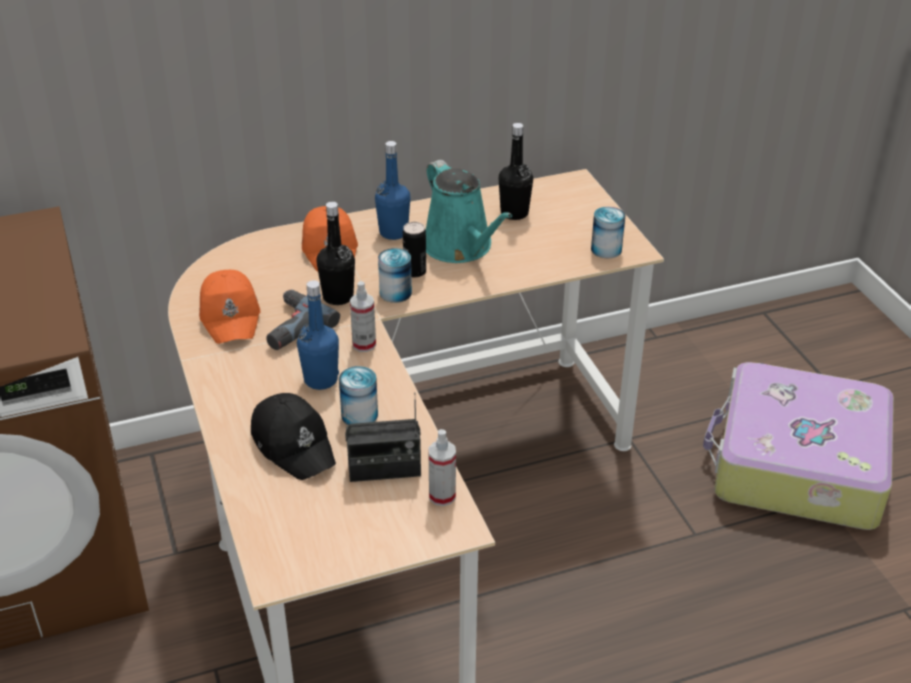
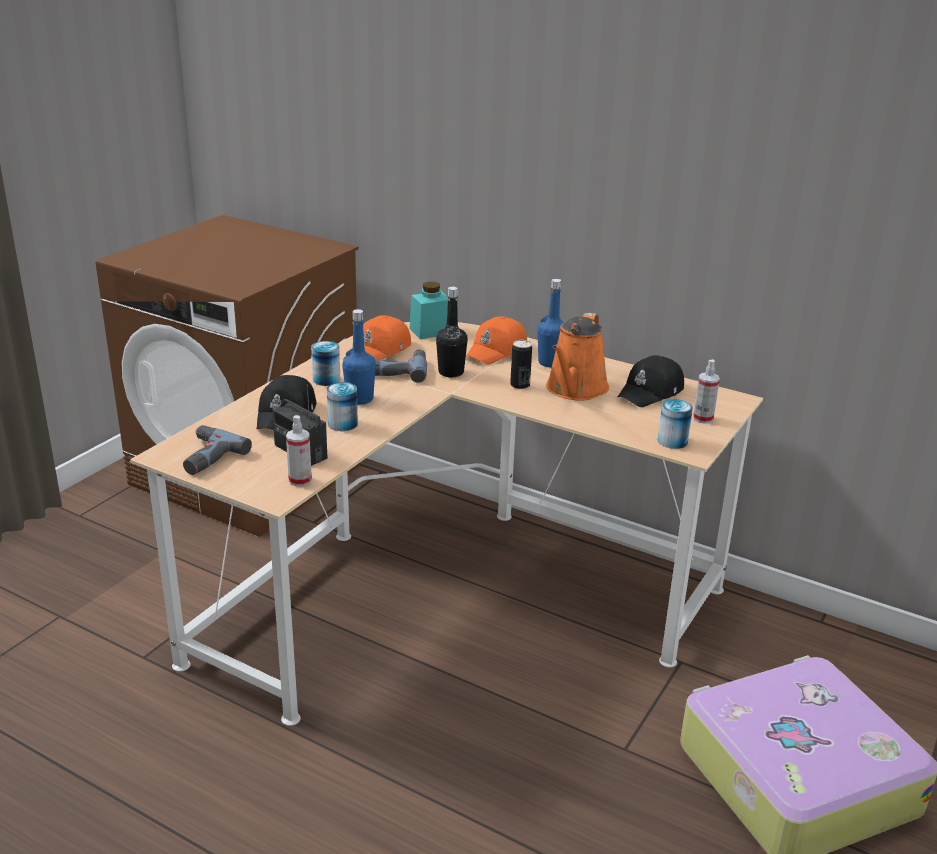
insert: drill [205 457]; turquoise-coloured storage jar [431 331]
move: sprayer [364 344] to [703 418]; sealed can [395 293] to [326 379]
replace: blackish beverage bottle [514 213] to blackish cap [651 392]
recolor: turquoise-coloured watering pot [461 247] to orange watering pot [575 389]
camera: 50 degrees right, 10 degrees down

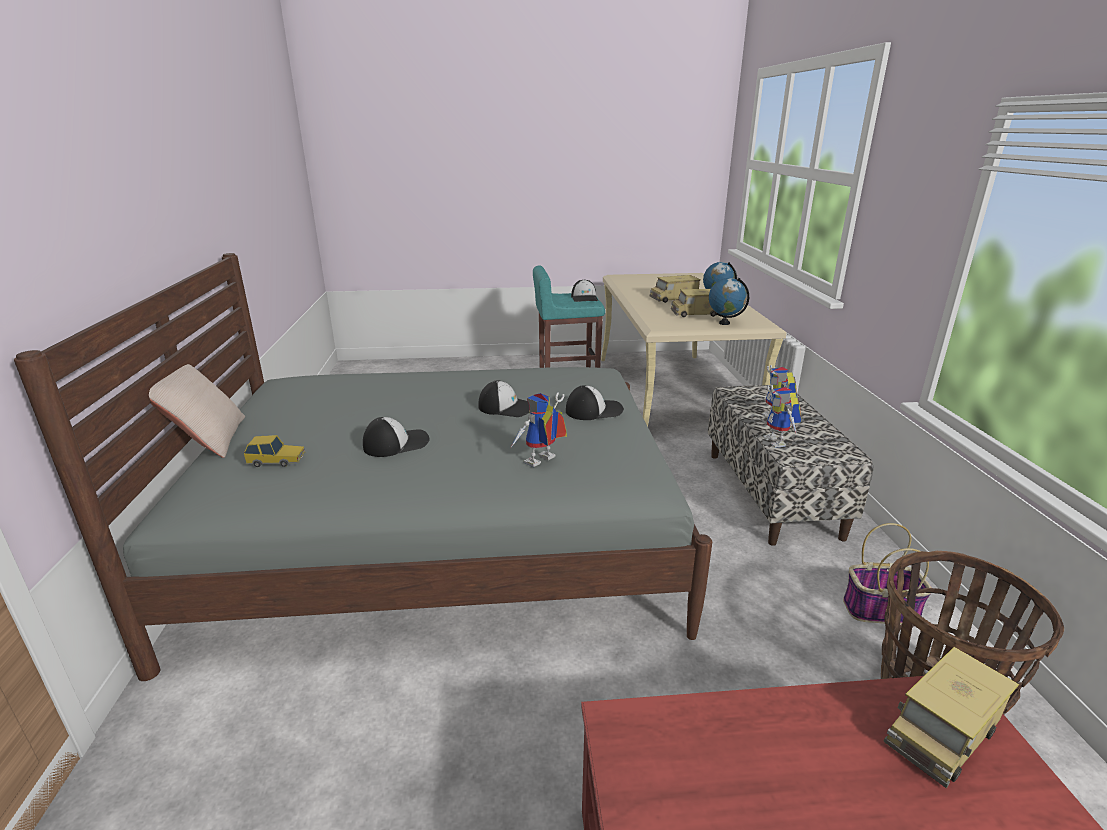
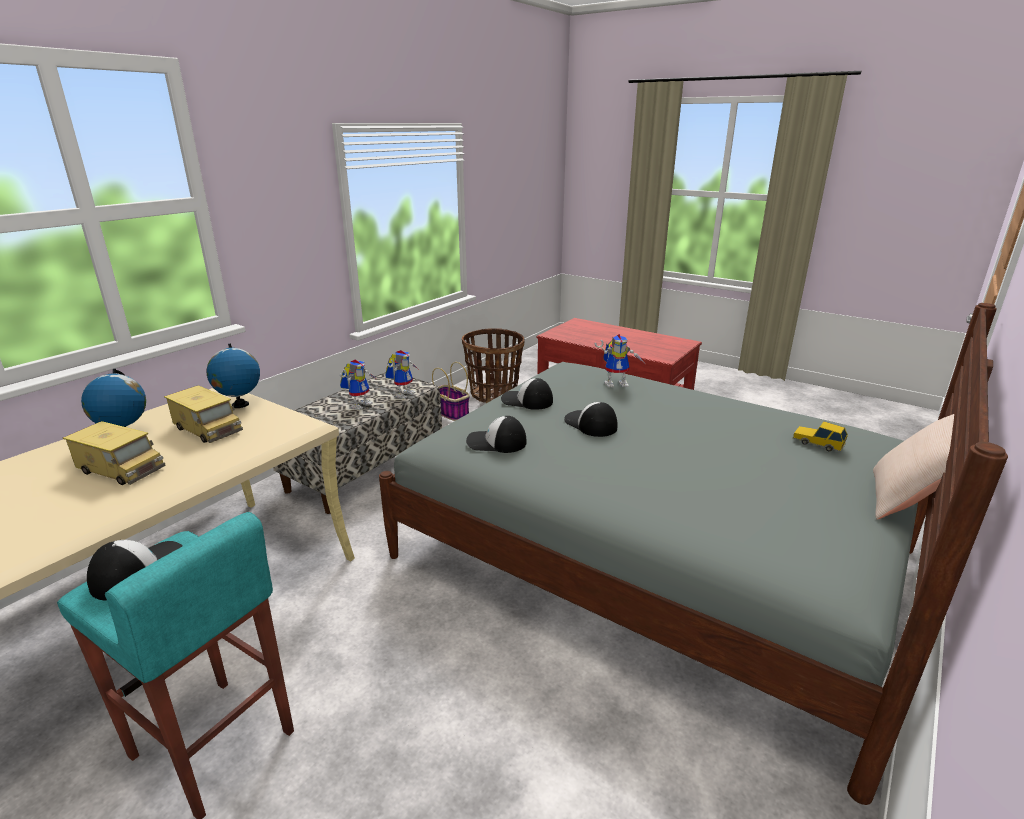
delete: toy lorry [943 734]
move: cap [396 443] to [496 442]
camera: 140 degrees left, 0 degrees up

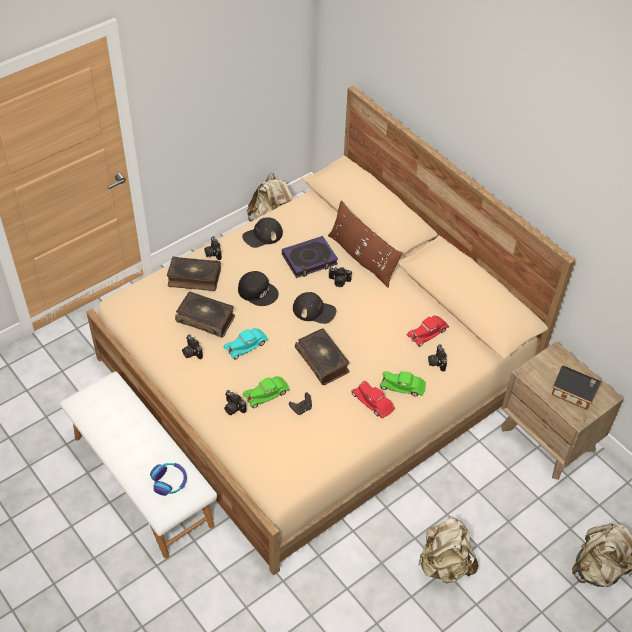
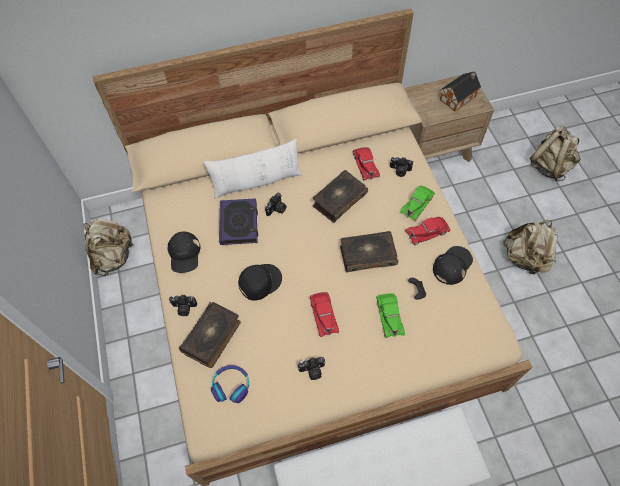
delete: still camera [233 408]
move: pair of headphones [169 481] to [231 385]; bound book [206 319] to [339 200]; blackish cap [314 310] to [452 265]
recolor: turquoise-coloured miniature car [246 345] to red-coloured miniature car [323 315]; brown-coloured throw pillow [362 258] to white-coloured throw pillow [257 181]
camera: 65 degrees left, 10 degrees up

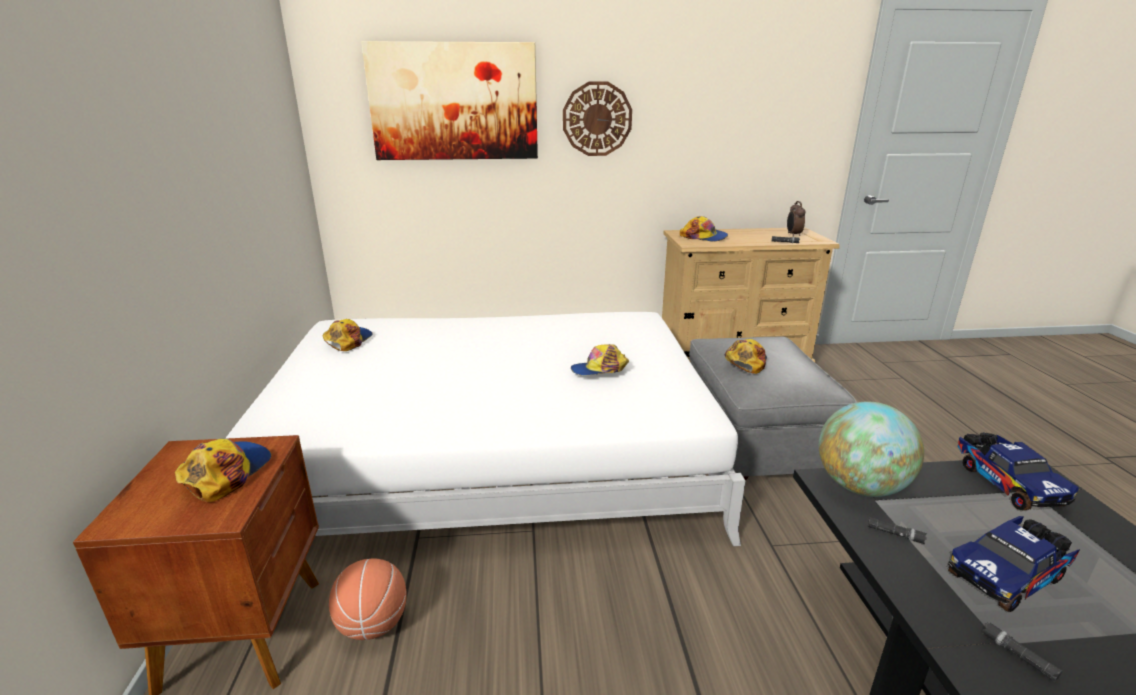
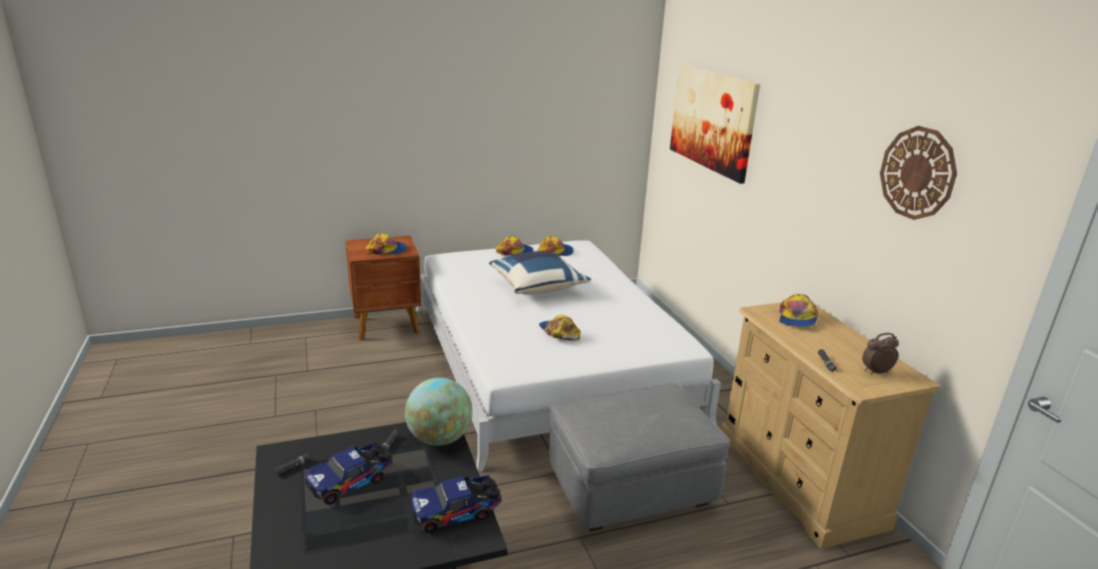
delete: basketball ball [373 624]
insert: bluish throw pillow [537 286]
move: wall clock [597 119] to [917 173]; cap [746 361] to [515 252]
rotate: toy lorry [1008 575] = [352 482] 90 degrees counterclockwise
camera: 75 degrees right, 0 degrees up

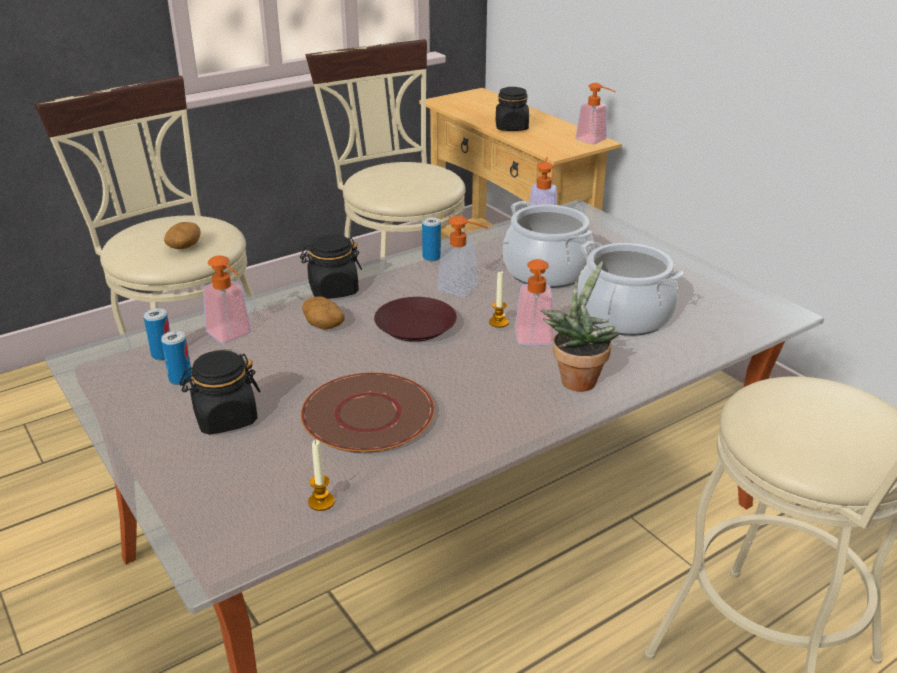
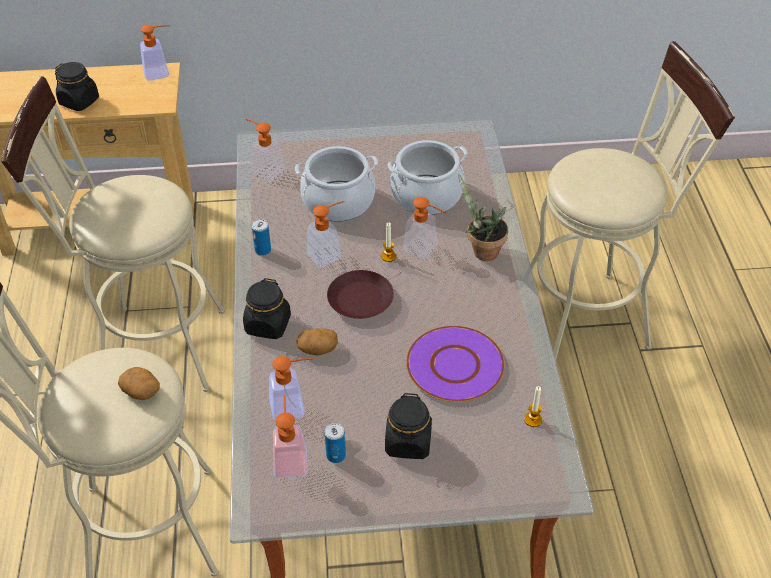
replace: sealed can [163 355] to liquid soap bottle [290 458]
recolor: brown-coloured plate [368 415] to purple plate [455 365]
camera: 60 degrees left, 15 degrees up

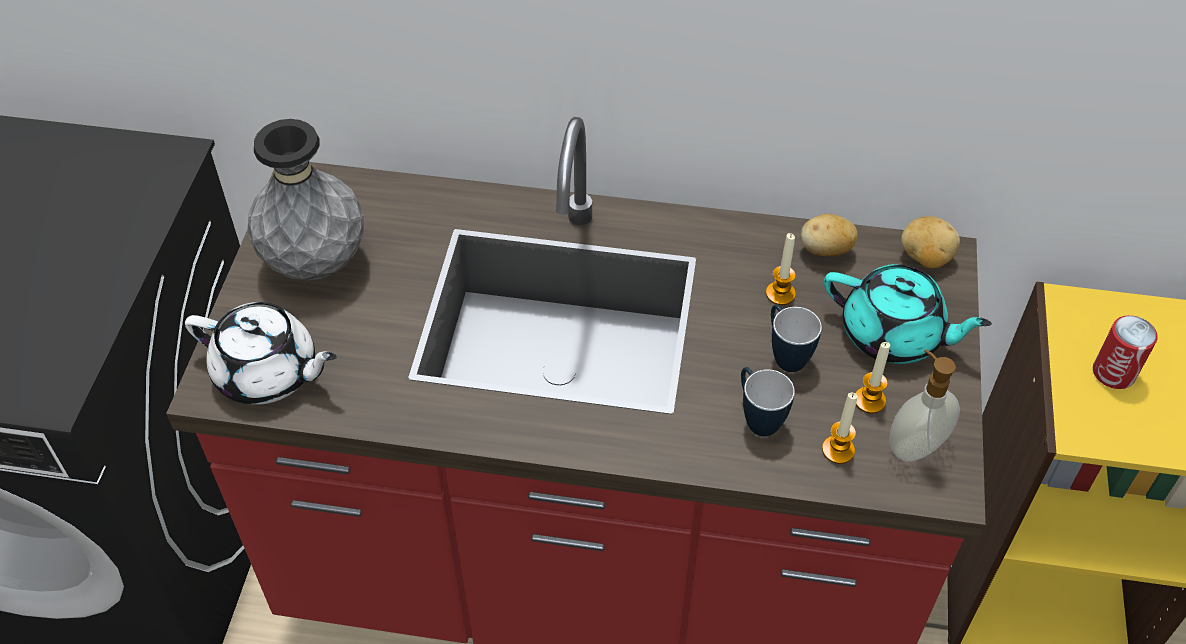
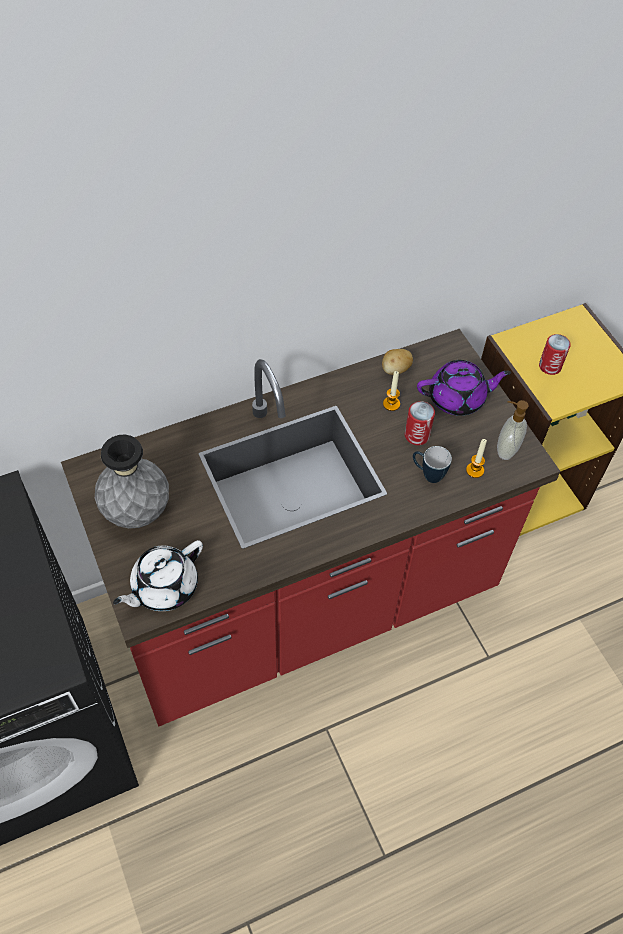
delete: wax candle [869 400]; potato [925 258]
replace: mug [785 355] to sealed can [417 435]
recolor: turquoise-coloured pot for tea [893 335] to purple pot for tea [458 398]
rotate: white-coloured pot for tea [268 373] = [163 587] 150 degrees clockwise
camera: 35 degrees left, 5 degrees up

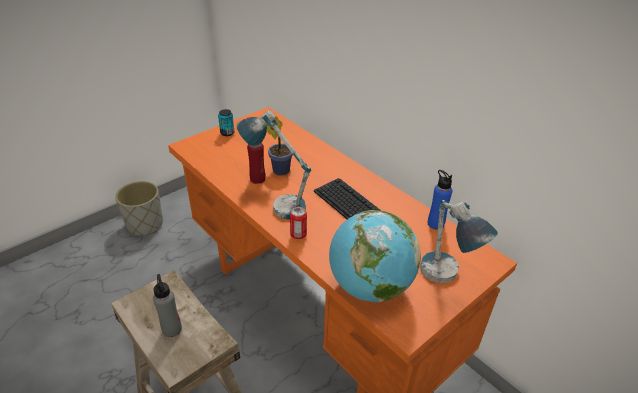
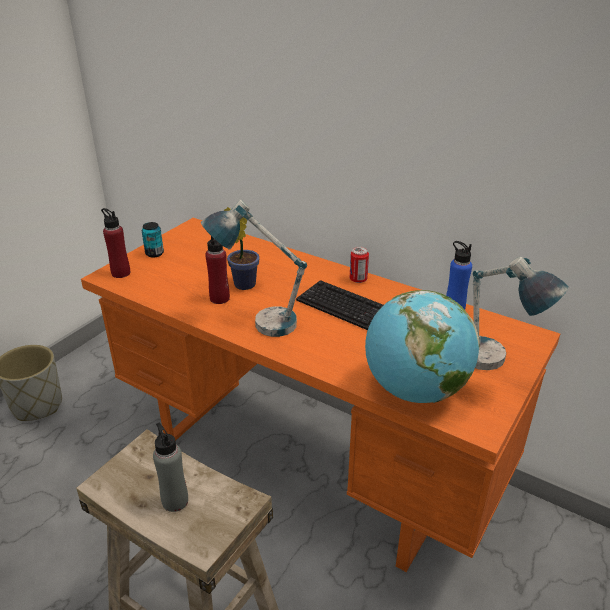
insert: red-coloured beverage bottle [121 273]
move: sealed can [298 235] to [358 279]
camera: 15 degrees left, 5 degrees down

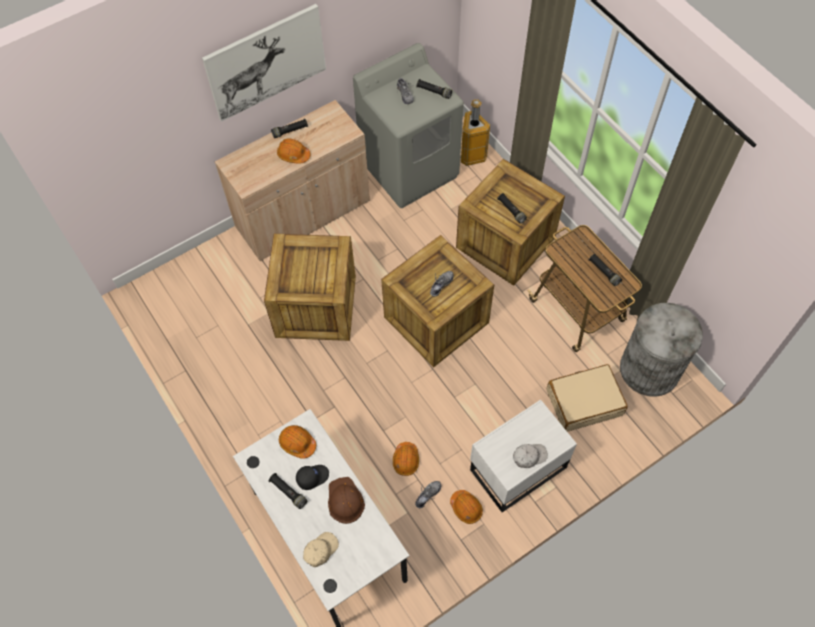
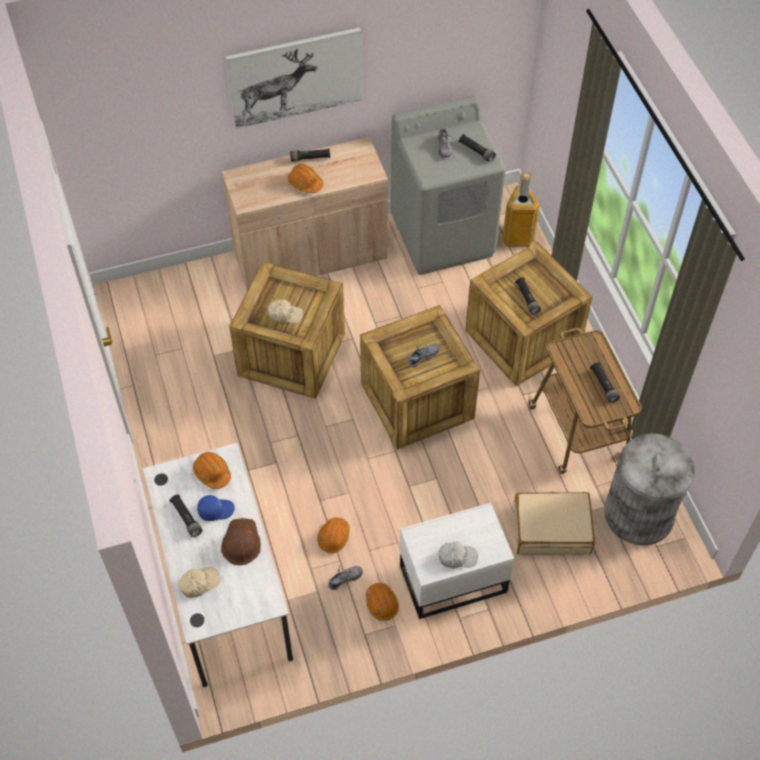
insert: beige-coloured cap [285 314]
recolor: blackish cap [312 477] to bluish cap [216 510]
camera: 15 degrees right, 5 degrees down

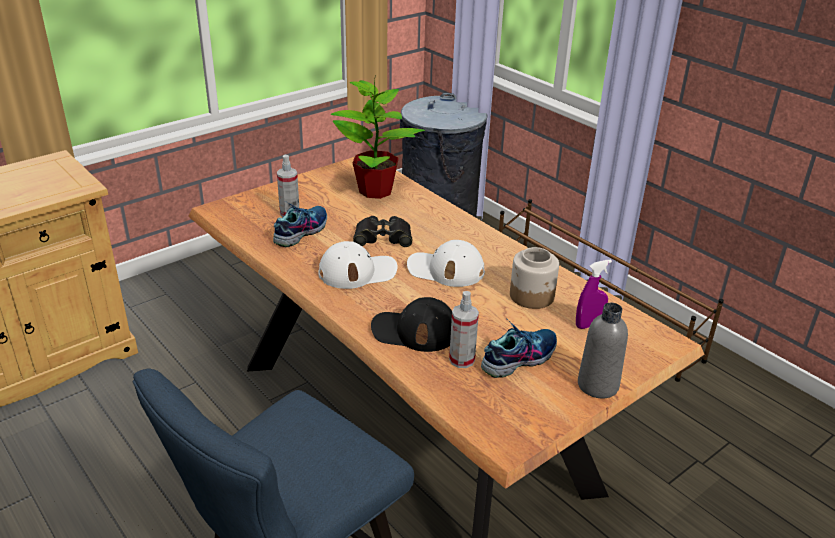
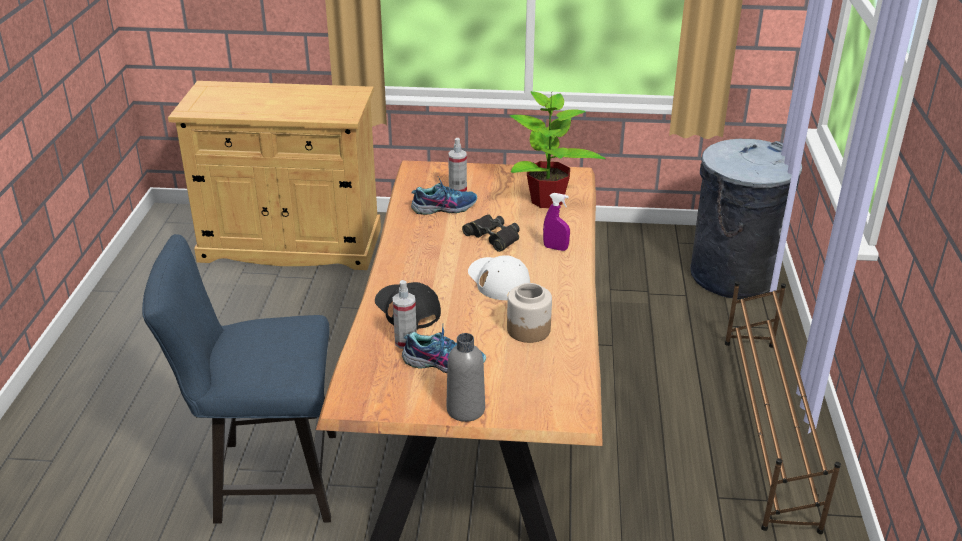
delete: white-coloured cap [358 271]
move: purple sprayer [589 325] to [555 248]
camera: 45 degrees right, 0 degrees up

